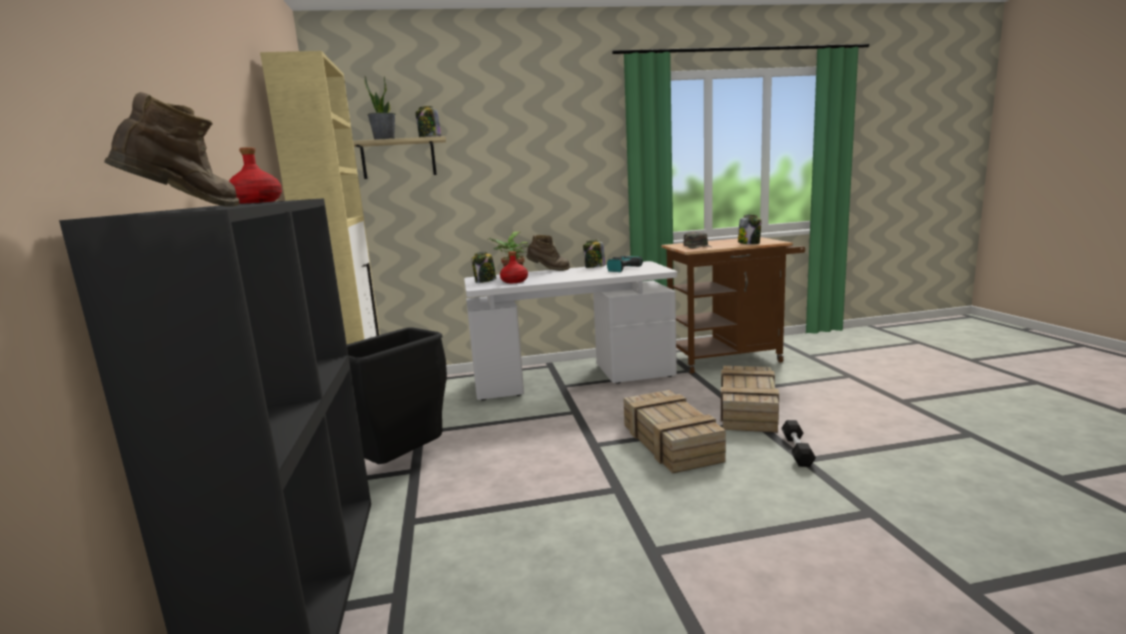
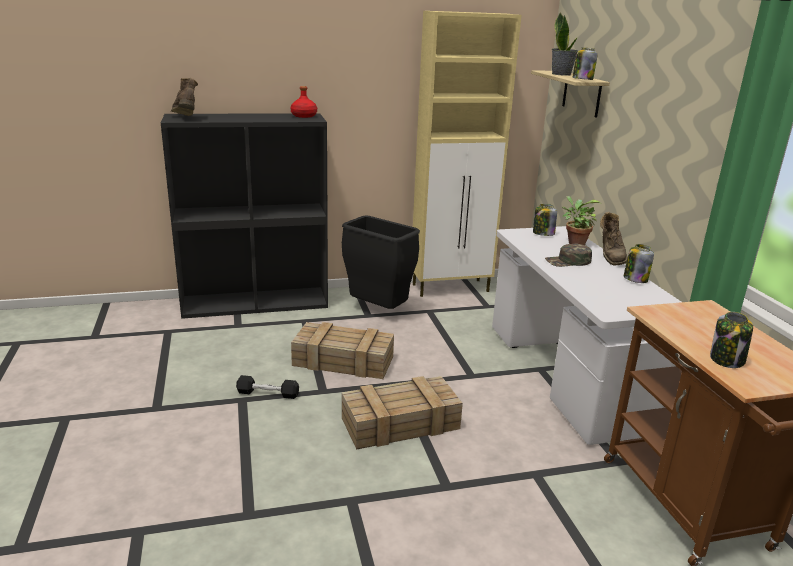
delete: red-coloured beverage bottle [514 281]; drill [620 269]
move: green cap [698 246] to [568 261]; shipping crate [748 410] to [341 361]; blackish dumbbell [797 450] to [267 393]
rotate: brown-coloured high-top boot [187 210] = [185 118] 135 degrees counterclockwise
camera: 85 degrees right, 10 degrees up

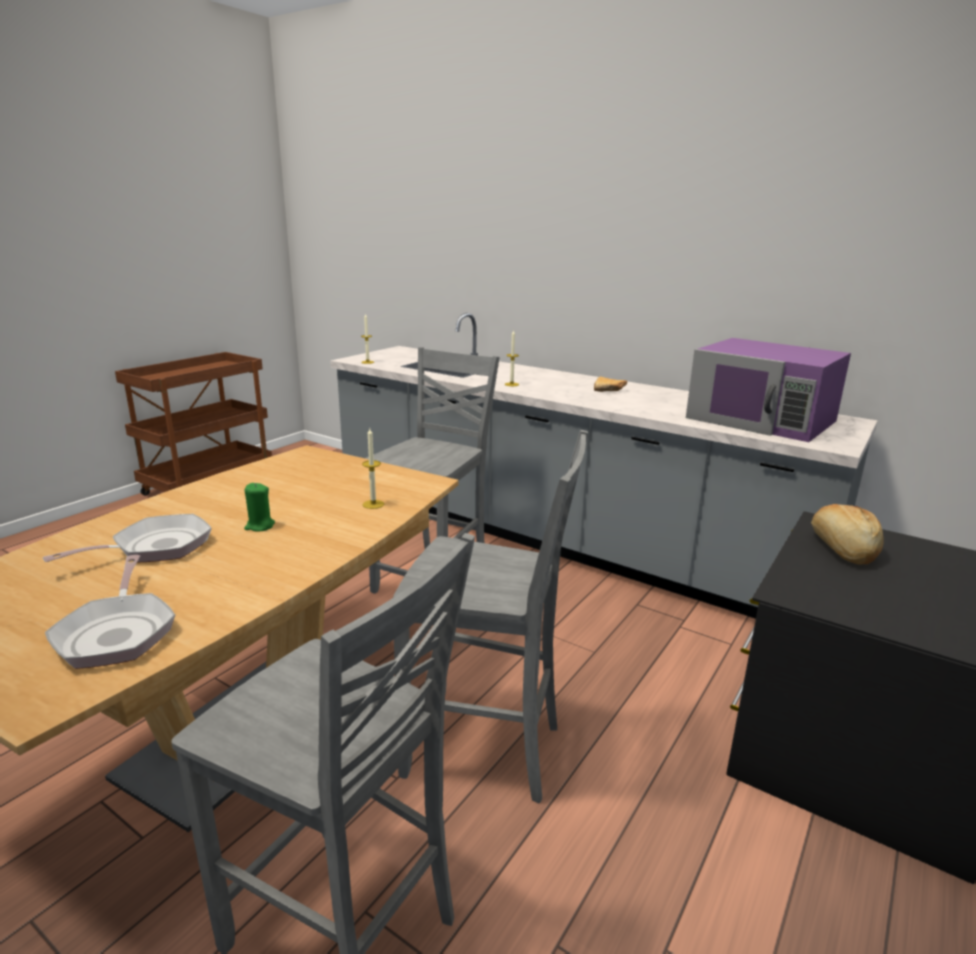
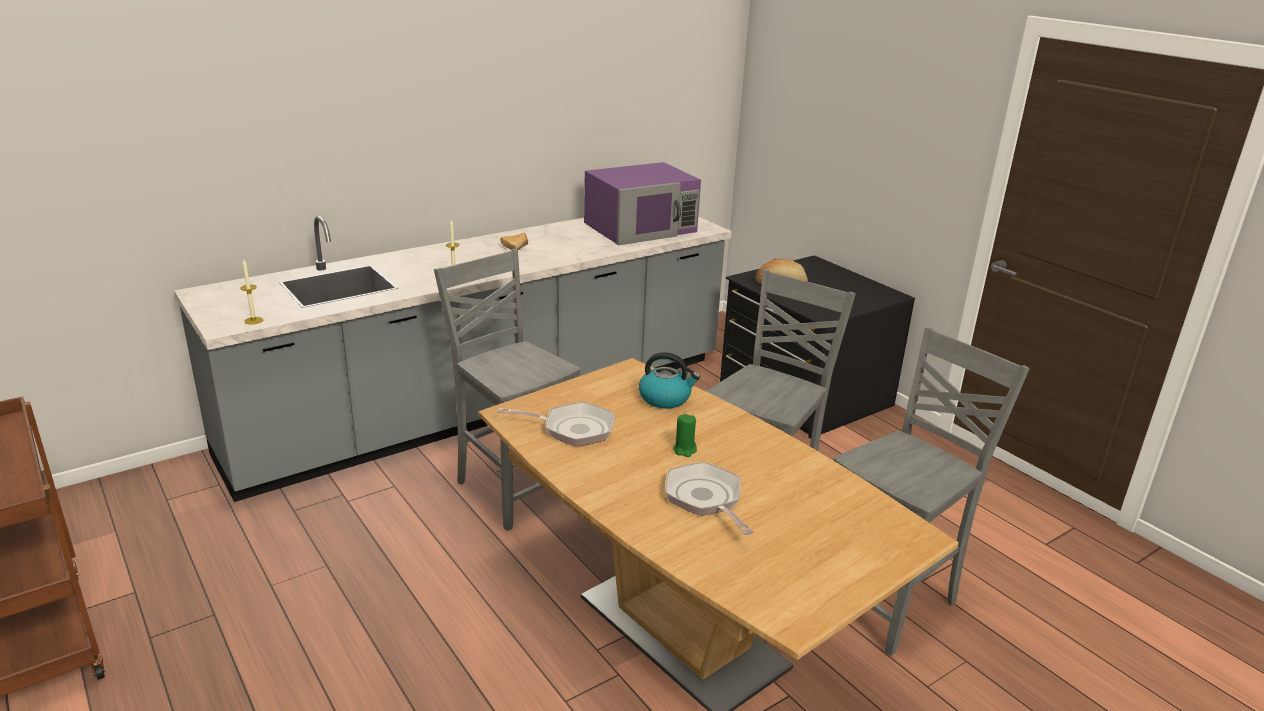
move: pan [117 632] to [572 429]
replace: wax candle [373 504] to tea kettle [665 398]
camera: 70 degrees left, 5 degrees up

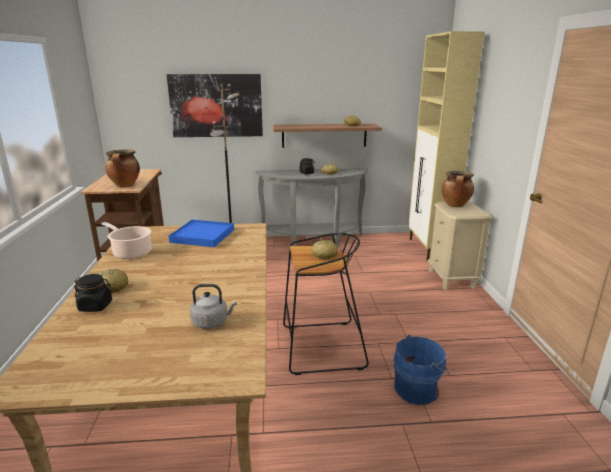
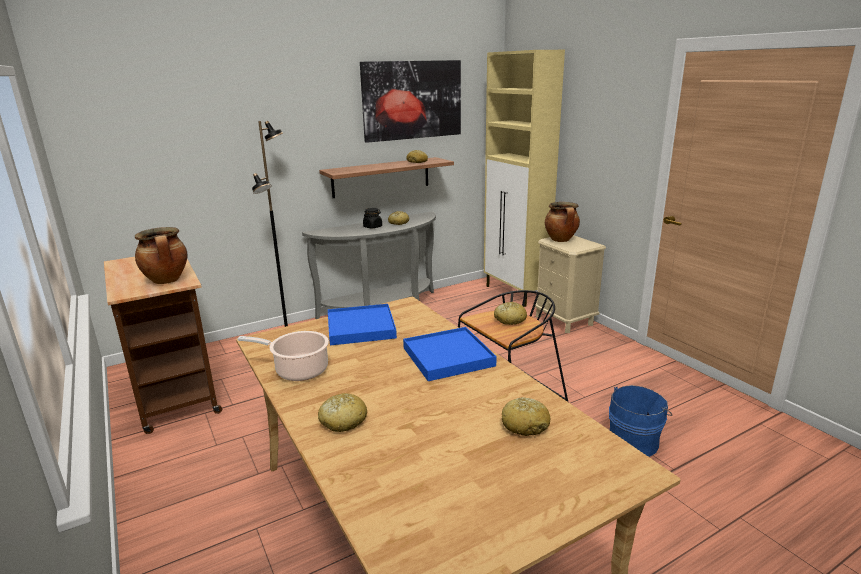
delete: blackish storage jar [96 306]
insert: bluish tray [448 357]
move: picture [216 105] to [412 100]
replace: greyish tea kettle [212 322] to bread [525 425]
camera: 25 degrees left, 0 degrees up

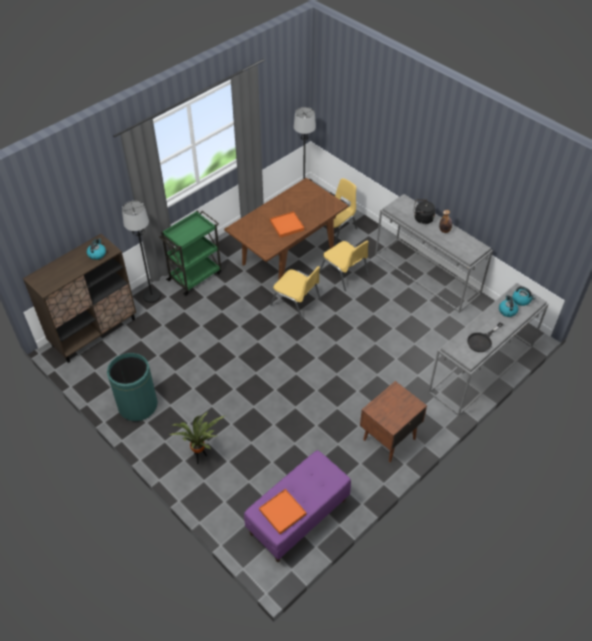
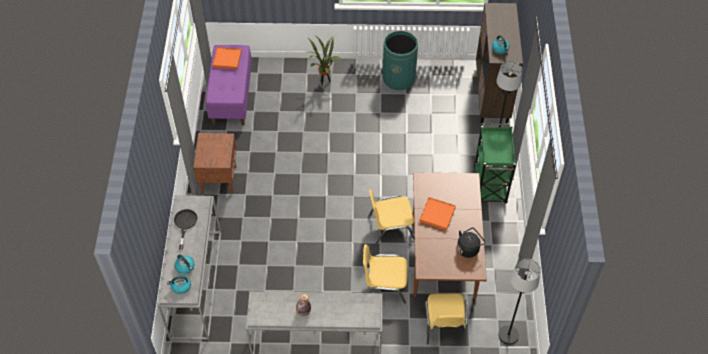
move: blackish tea kettle [422 219] to [469 248]
camera: 135 degrees right, 5 degrees up

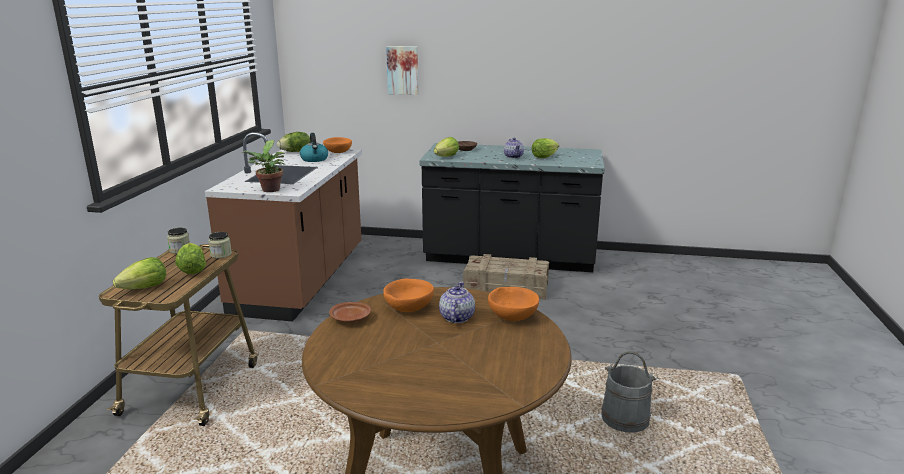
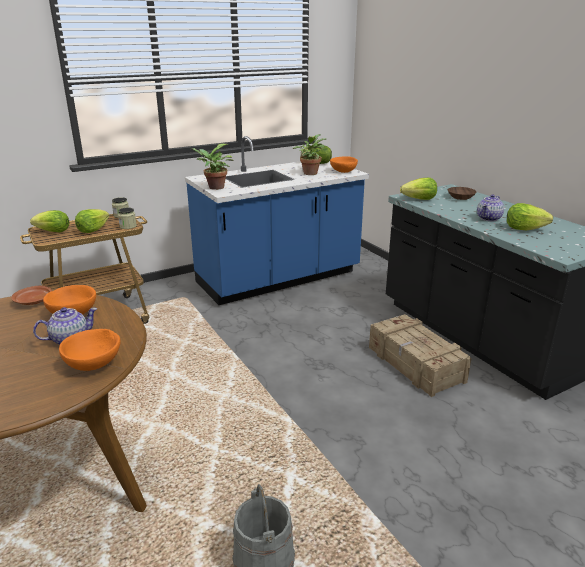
delete: picture [403 70]
replace: tea kettle [314 159] to houseplant [310 173]
recolor: brown-coloured kitchen counter [302 280] to bluish kitchen counter [279 278]
camera: 50 degrees right, 5 degrees up

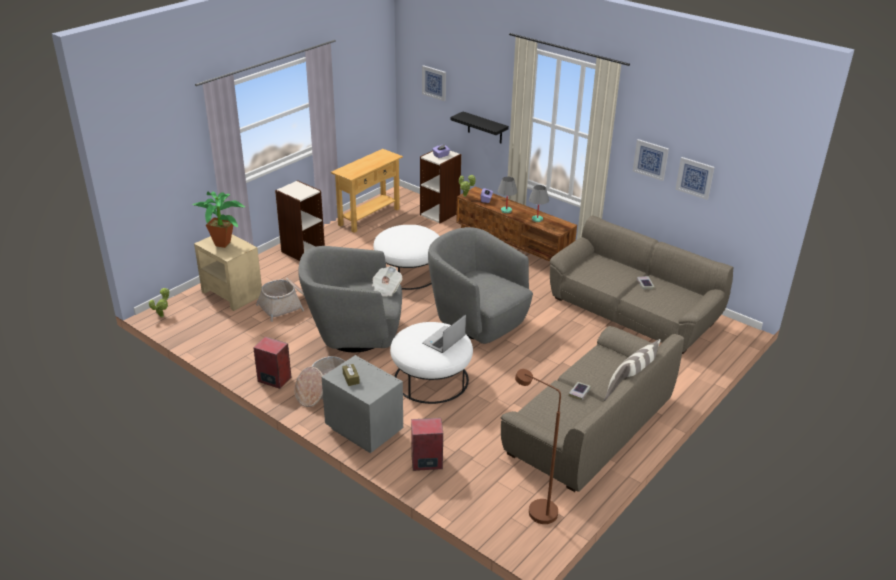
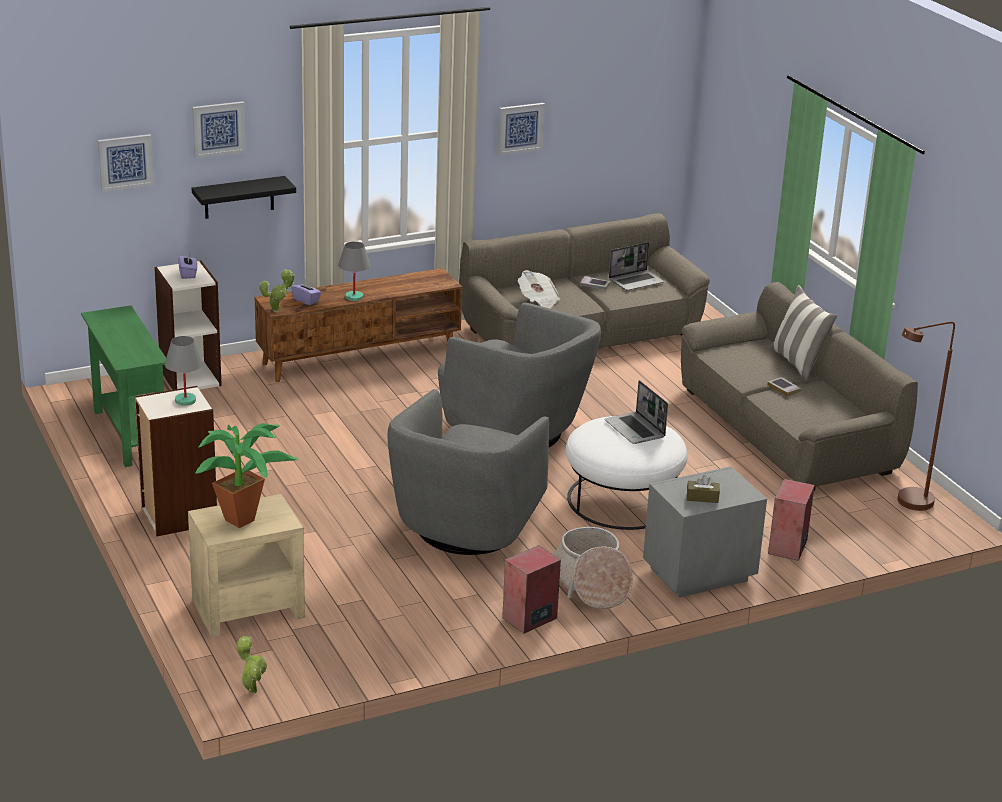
delete: storage basket [286 306]; white-coloured ottoman [408 272]
insert: portable computer [636 281]
move: newspaper [385 289] to [538 300]; greyish lamp for a table [537 219] to [185 401]; picture [695 177] to [218 129]
recolor: beige-coloured console table [369 217] to green console table [130 434]
rotate: greyish lounge chair [477 321] = [516 432] 120 degrees counterclockwise
camera: 65 degrees left, 5 degrees down

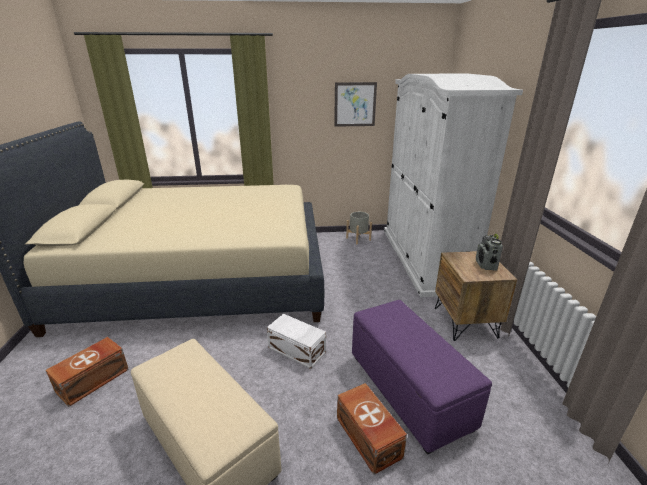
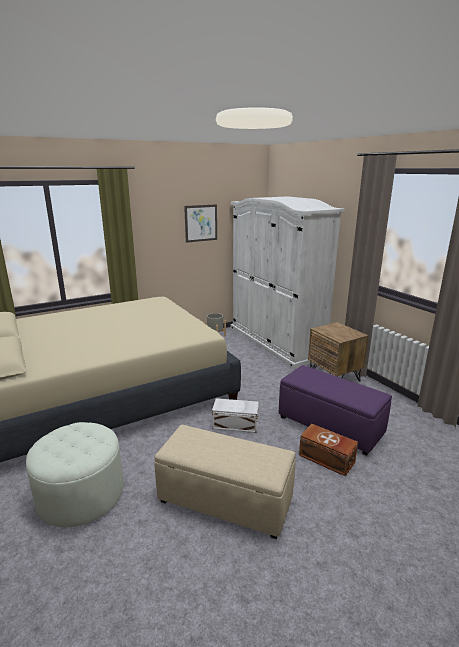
delete: radio [486 265]
replace: brown-coloured storage box [94 380] to white-coloured ottoman [81 495]
camera: 25 degrees left, 5 degrees down

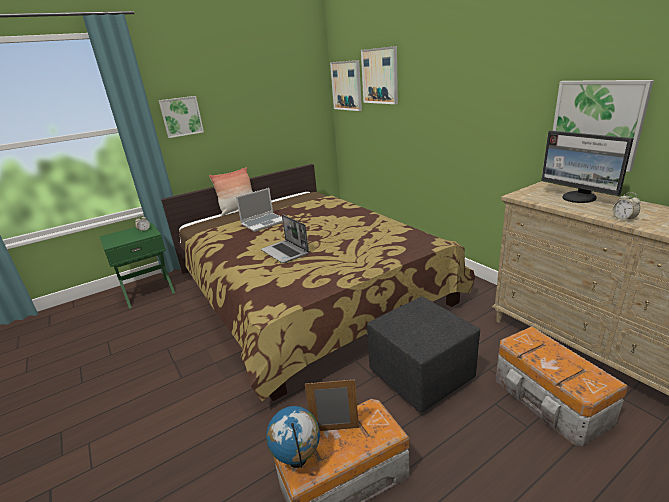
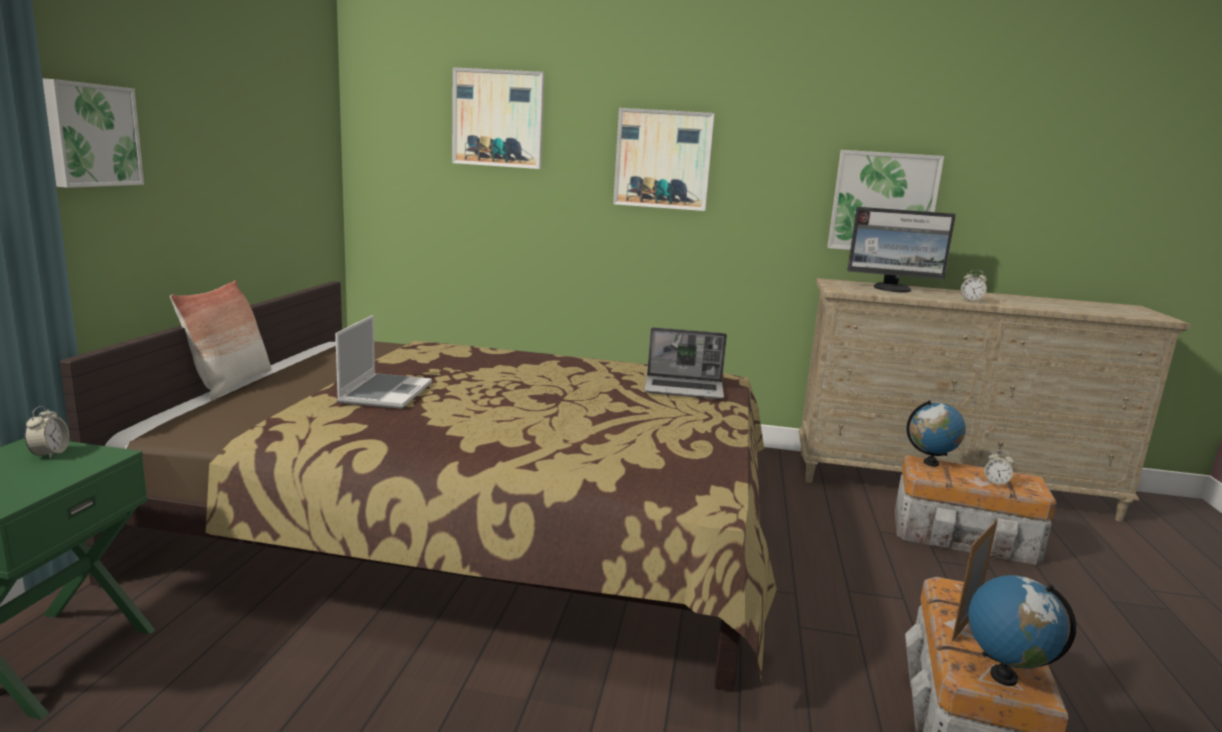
delete: blackish ottoman [421 376]
insert: globe [931 463]; table clock [996 483]
move: portable computer [285 252] to [685 389]; picture [347 85] to [663 159]
camera: 50 degrees left, 10 degrees down

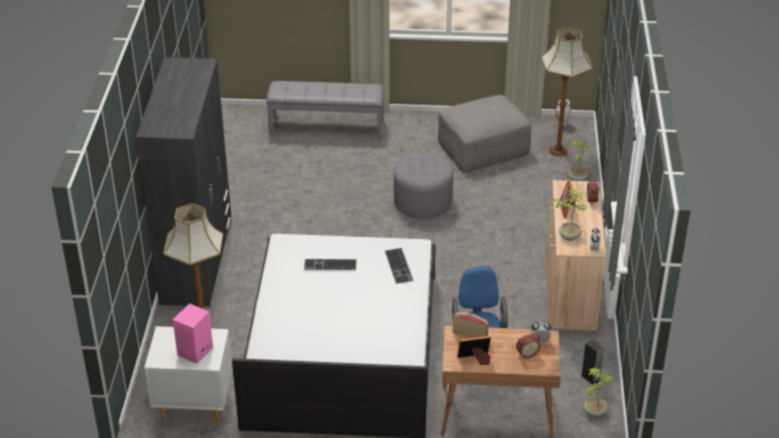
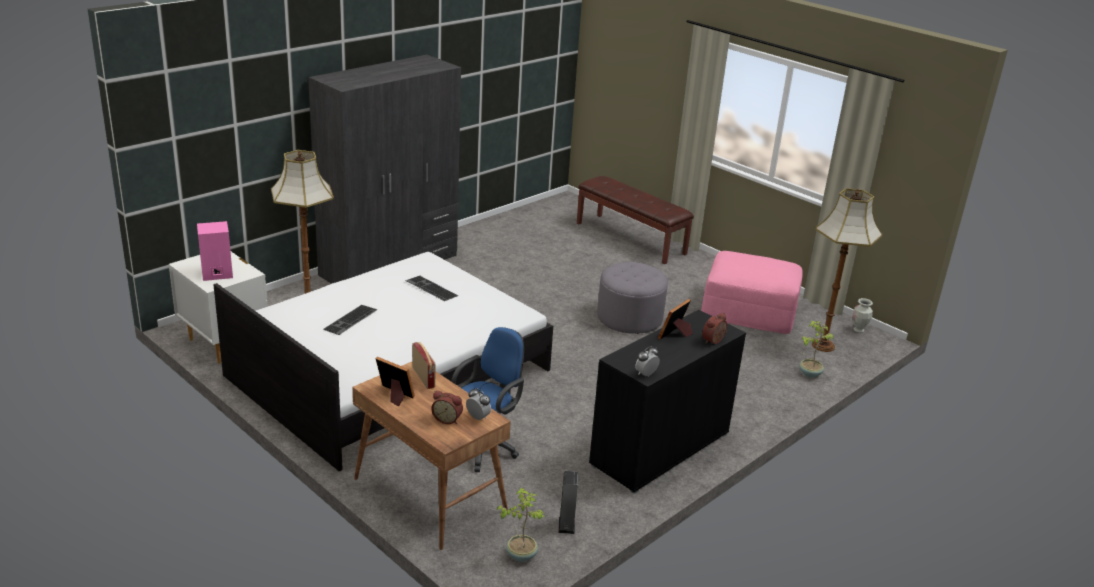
delete: houseplant [569 236]
move: keyboard [399 266] to [351 320]
recolor: greyish indoor bench [327 127] to brown-coloured indoor bench [631 238]; greyish ottoman [483 147] to pink ottoman [749 310]; beige-coloured cabinet [569 291] to blackish cabinet [660 449]
camera: 40 degrees right, 10 degrees down

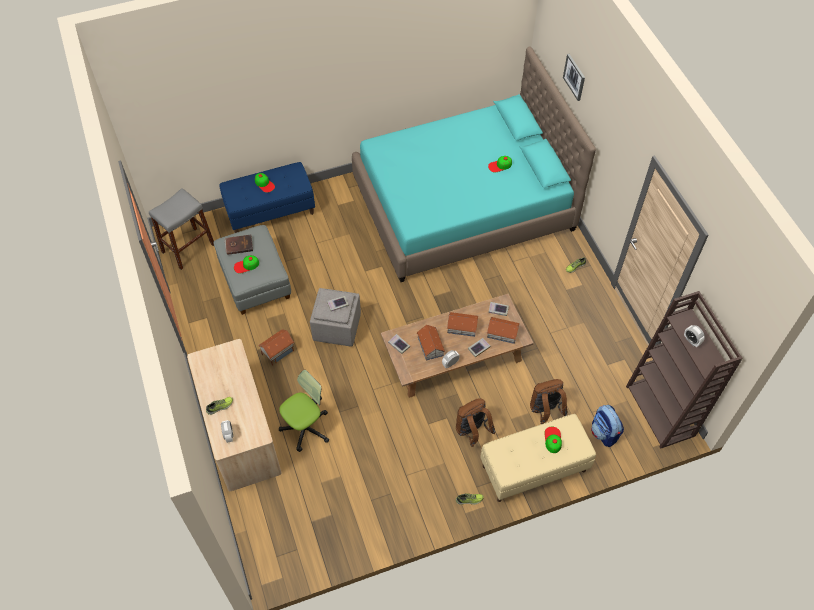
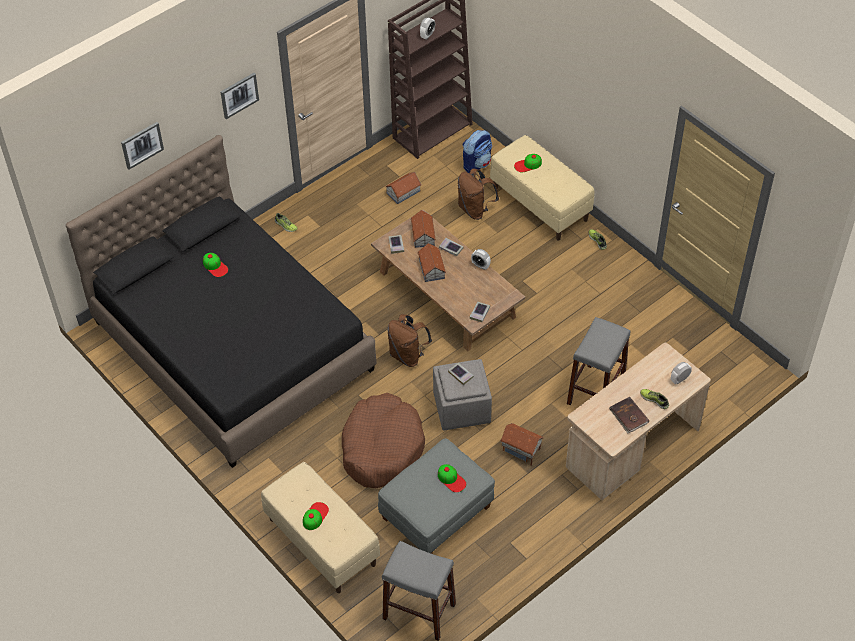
insert: picture [239 95]; brown-coloured dog cushion [382 448]
move: brown-coloured bound book [239 245] to [628 416]; model house [430 346] to [403 192]; brown-coloured knapsack [472 431] to [408 355]
replace: desk chair [306 428] to greyish sitting stool [596 391]
recolor: bluish indoor bench [270 211] to beige-coloured indoor bench [321 542]; turquoise-coloured bed [463 204] to blackish bed [233 345]
camera: 110 degrees left, 5 degrees down

